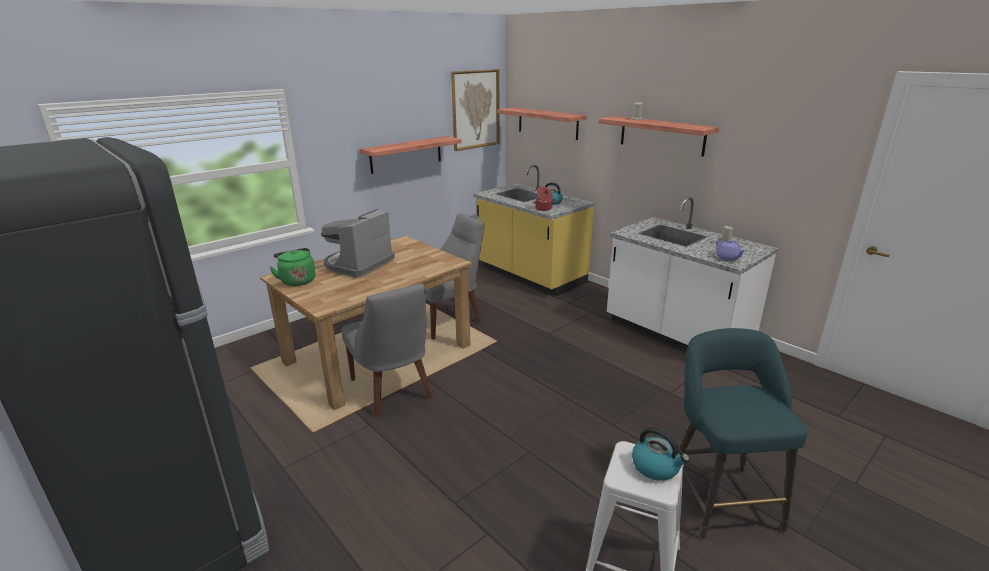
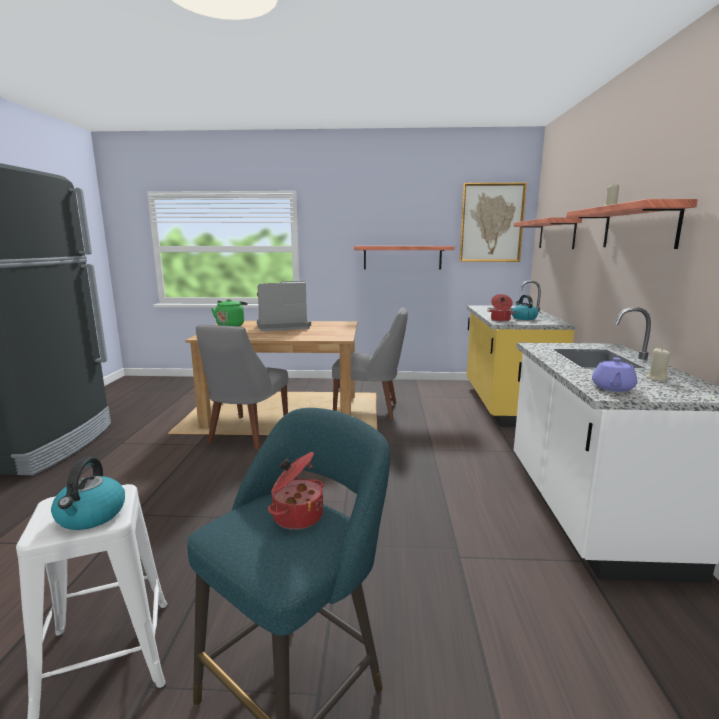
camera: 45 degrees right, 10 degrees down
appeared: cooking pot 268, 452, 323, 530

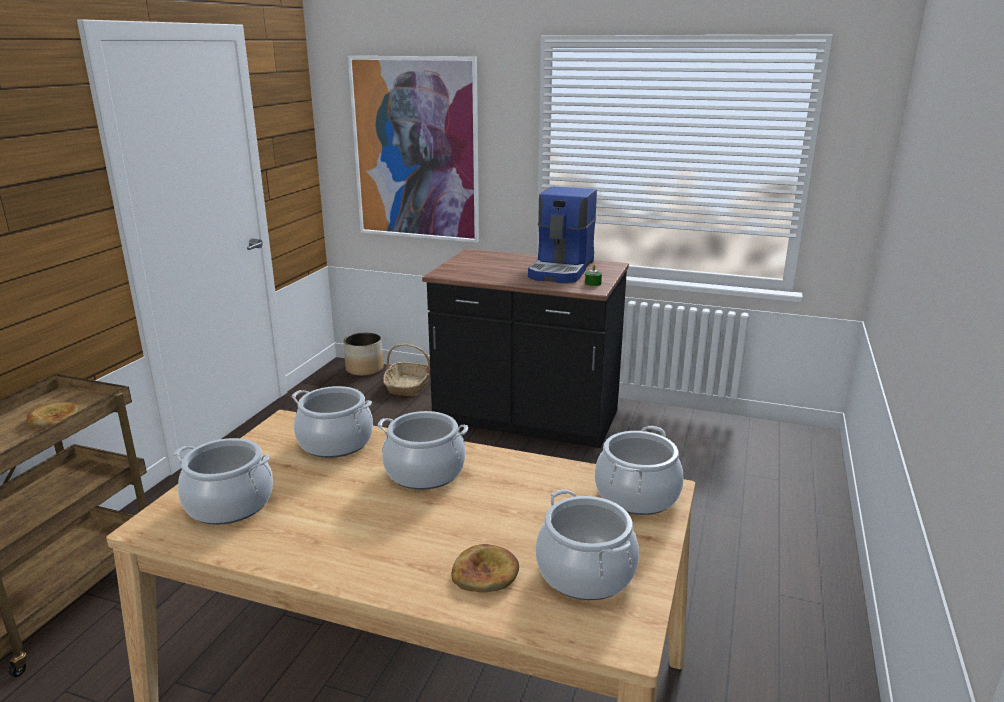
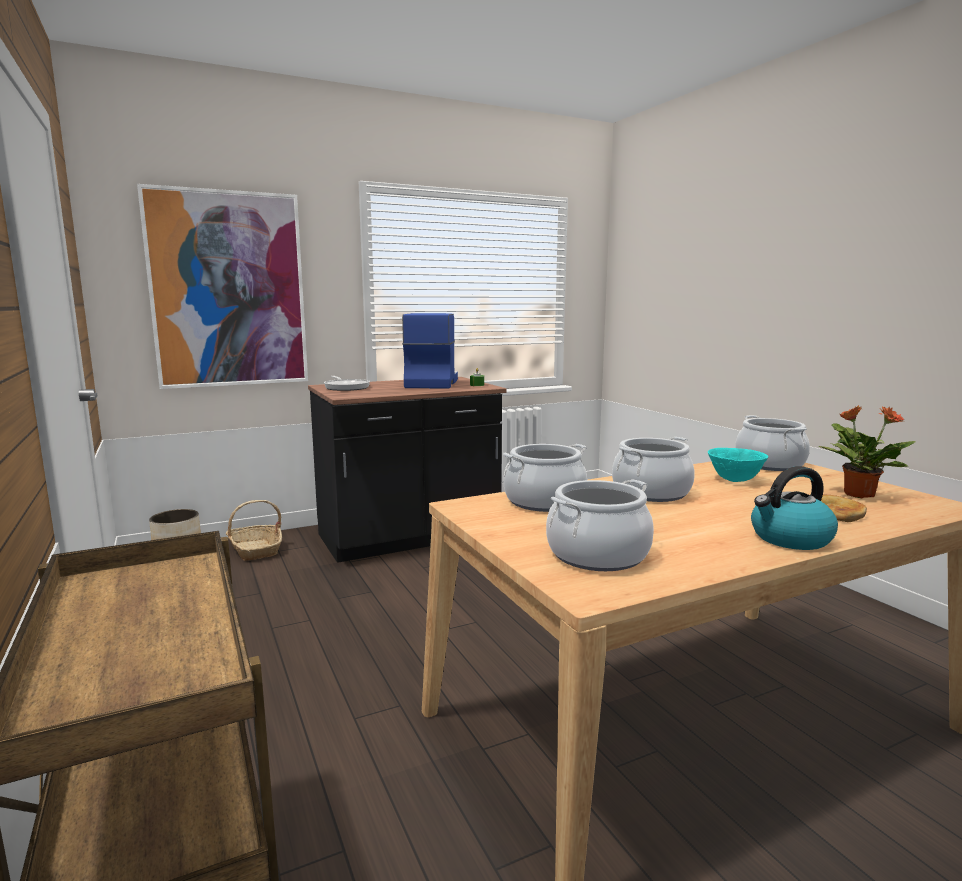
camera: 45 degrees left, 10 degrees down
missing: bakery bread 27, 402, 79, 428
appeared: skillet 324, 376, 370, 391; turquoise-coloured serving bowl 708, 448, 768, 482; kettle 751, 466, 838, 550
exchanged: cooking pot 536, 489, 639, 600 to plant in a pot 818, 405, 916, 498
spun: coffee brewer 528, 186, 597, 283 = 402, 313, 458, 389 150 degrees counterclockwise

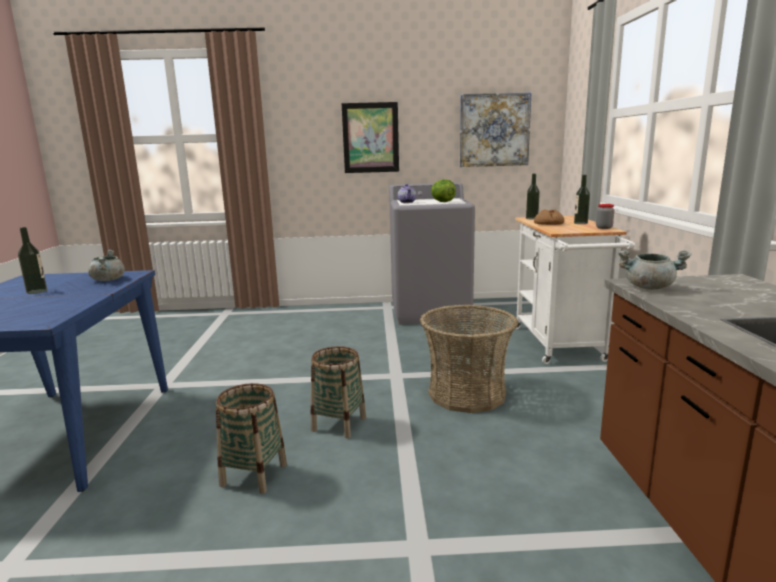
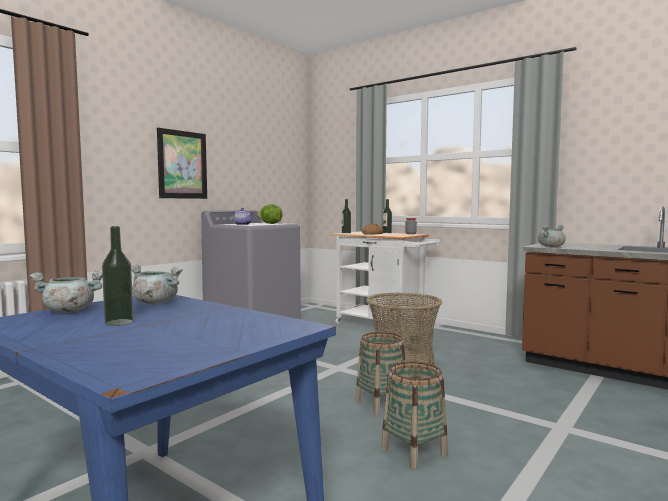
camera: 50 degrees left, 10 degrees down
missing: picture 460, 92, 531, 167
appeared: greyish cooking pot 29, 271, 103, 313

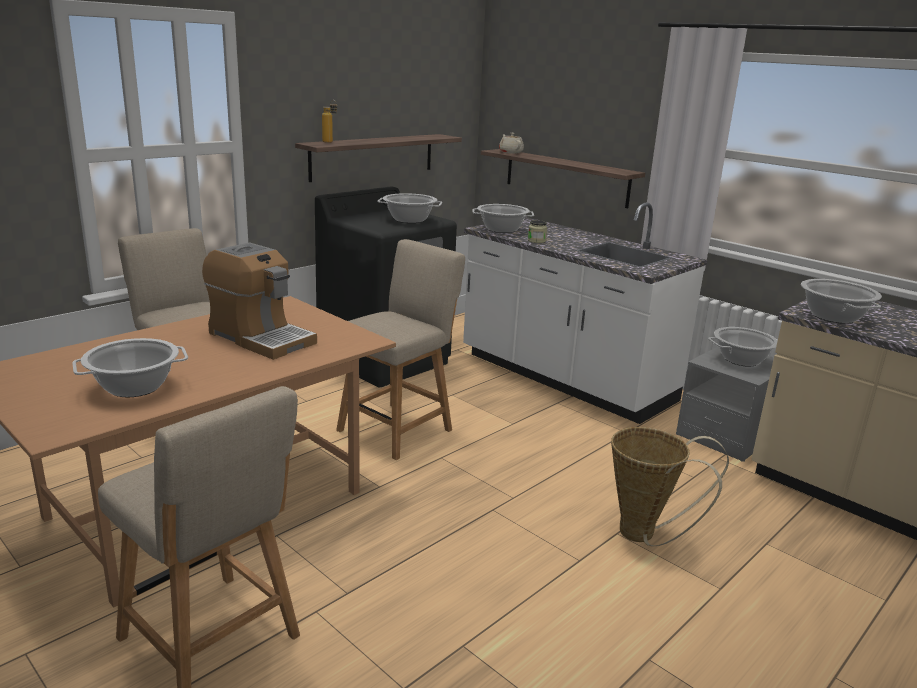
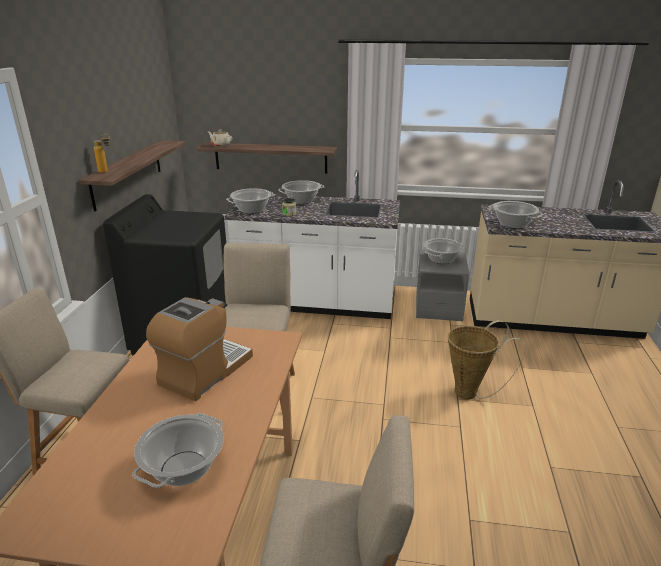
camera: 35 degrees left, 5 degrees up
relocated: cooking pot 377, 193, 442, 223 to 278, 180, 324, 204
spun: coffee brewer 202, 242, 317, 360 = 146, 297, 253, 401 60 degrees counterclockwise

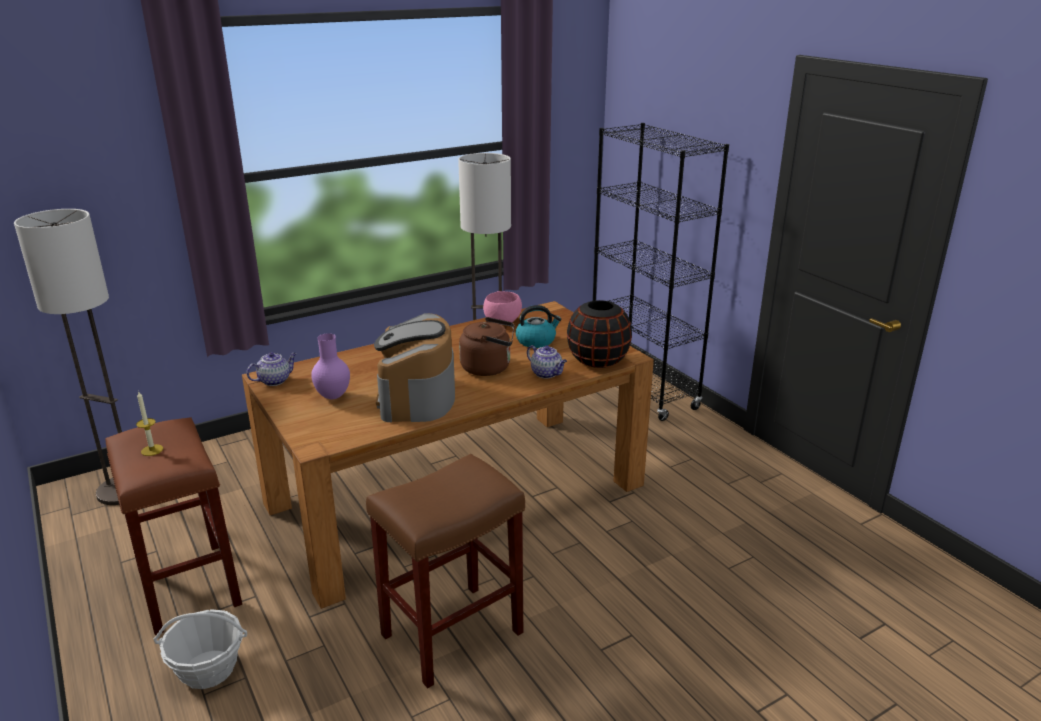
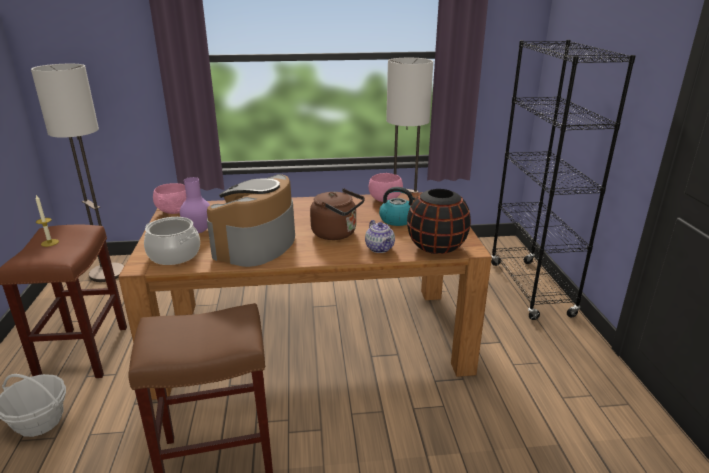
camera: 25 degrees right, 0 degrees up
appeared: cooking pot 144, 217, 200, 265
exchanged: pot for tea 247, 352, 297, 386 to pinkish serving bowl 153, 183, 186, 214

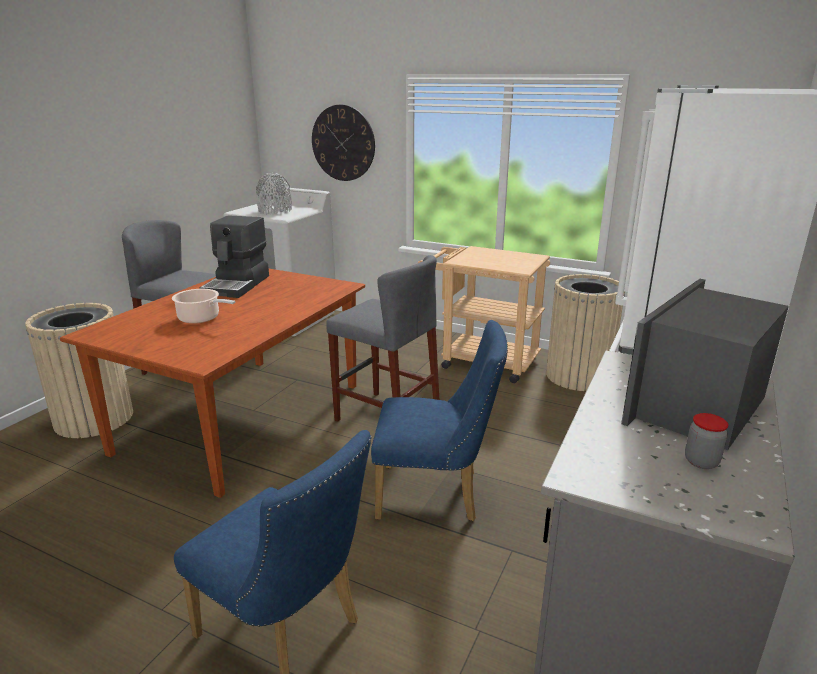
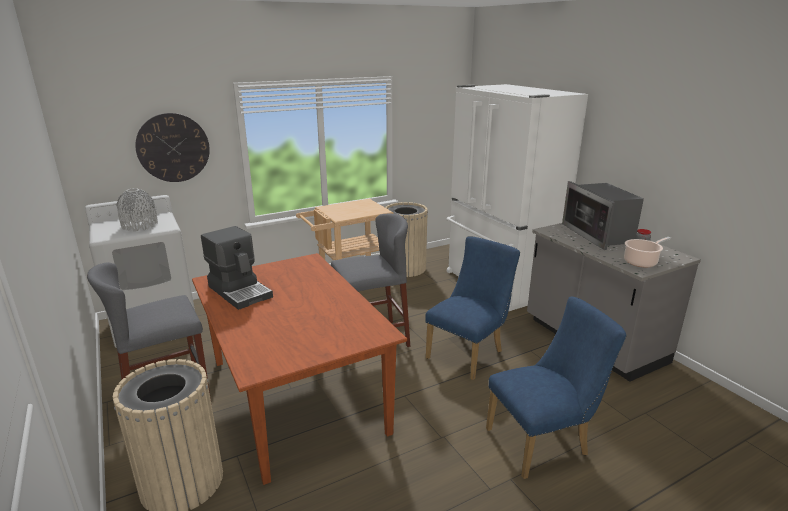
camera: 55 degrees left, 0 degrees up
relocated: cooking pot 172, 289, 235, 324 to 624, 237, 671, 267

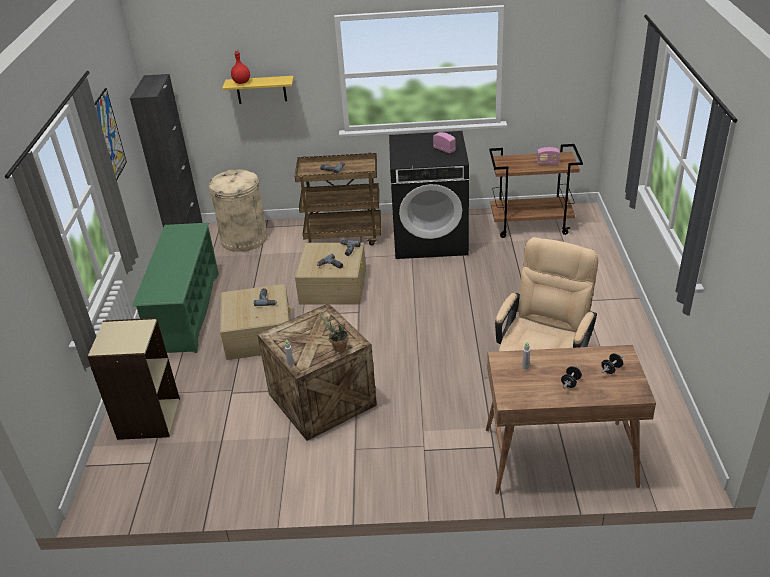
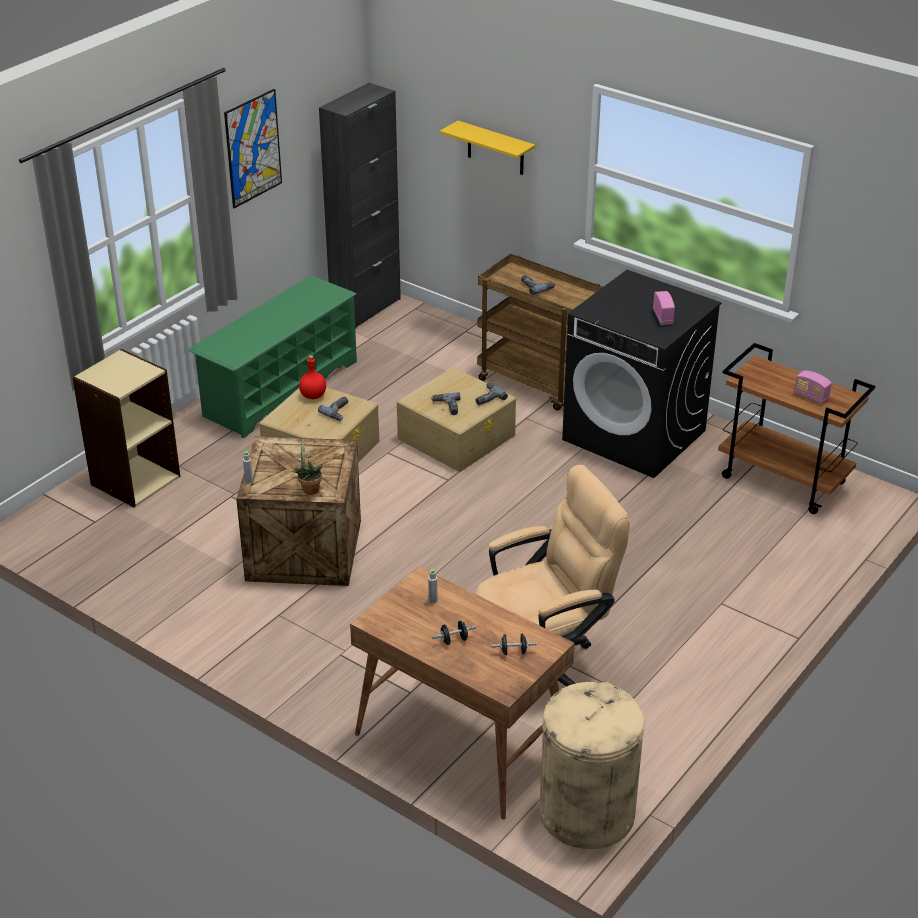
camera: 35 degrees right, 0 degrees up
relocated: reddish beverage bottle 231, 50, 250, 84 to 299, 355, 326, 399; beige trash can 209, 170, 268, 252 to 539, 682, 645, 849

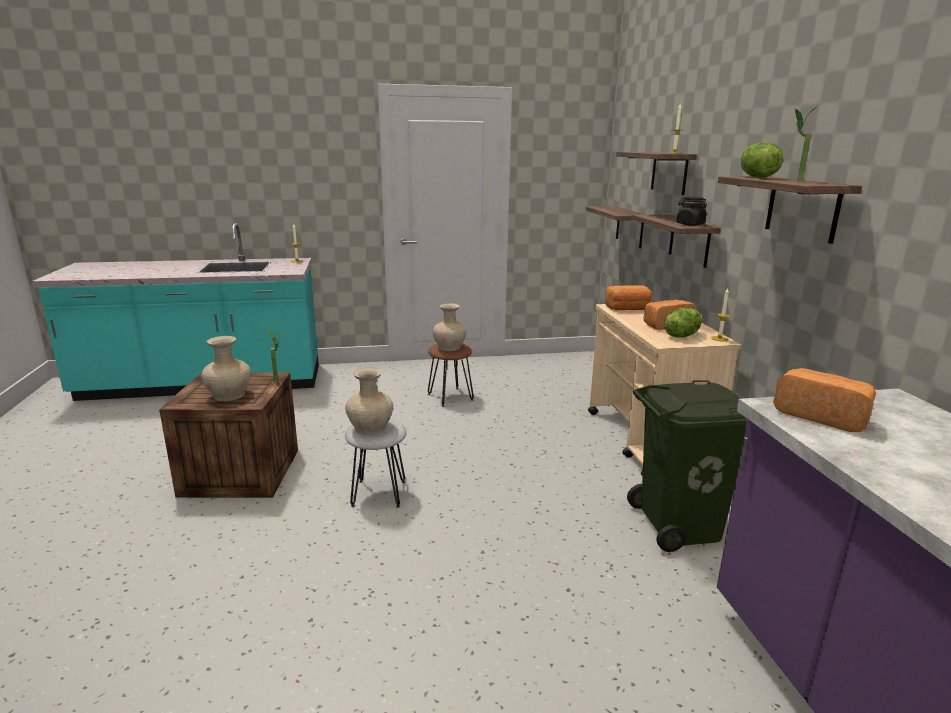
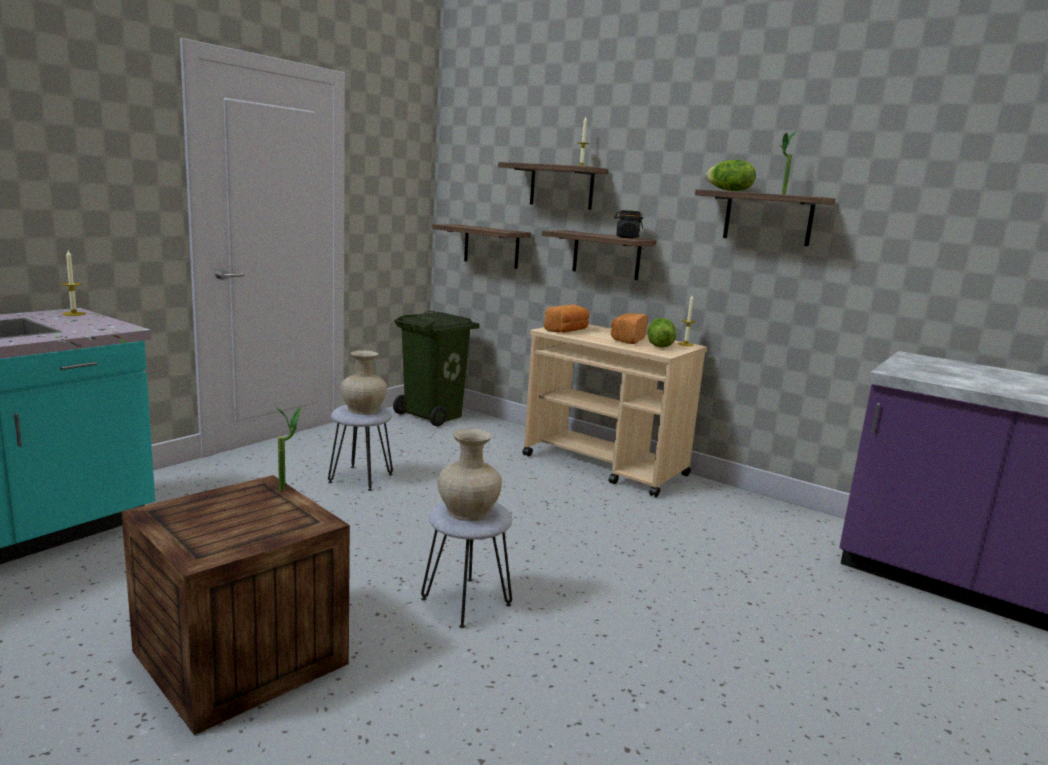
camera: 45 degrees left, 5 degrees down
missing: beige decorative vase 201, 336, 251, 401; bakery bread 773, 368, 876, 432
relocated: greenish trash can 627, 380, 747, 552 to 393, 311, 480, 426
colour: brown stool 428, 343, 474, 407 to greyish stool 328, 405, 393, 491

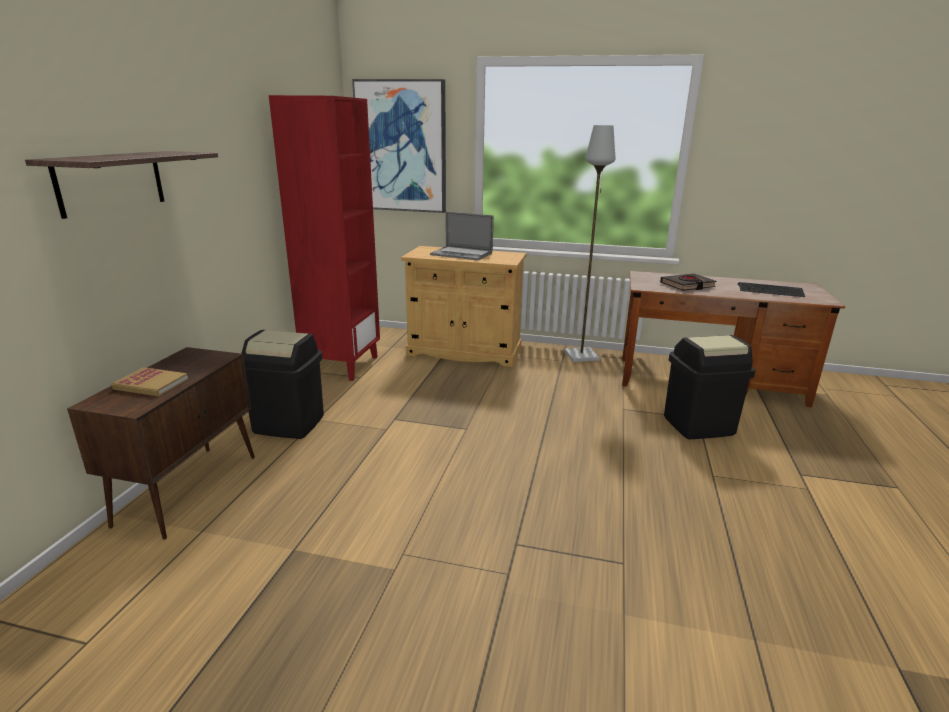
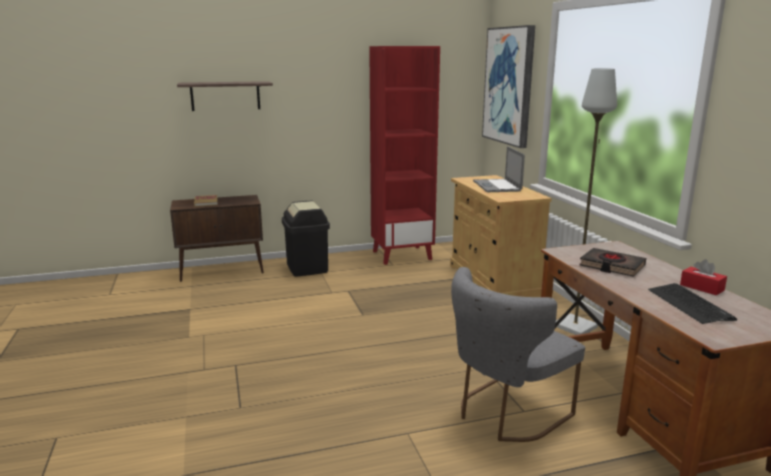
camera: 60 degrees right, 5 degrees down
appeared: reddish box of tissues 680, 259, 727, 295
exchanged: blackish trash can 664, 335, 756, 439 to greyish plain chair 451, 267, 585, 442

